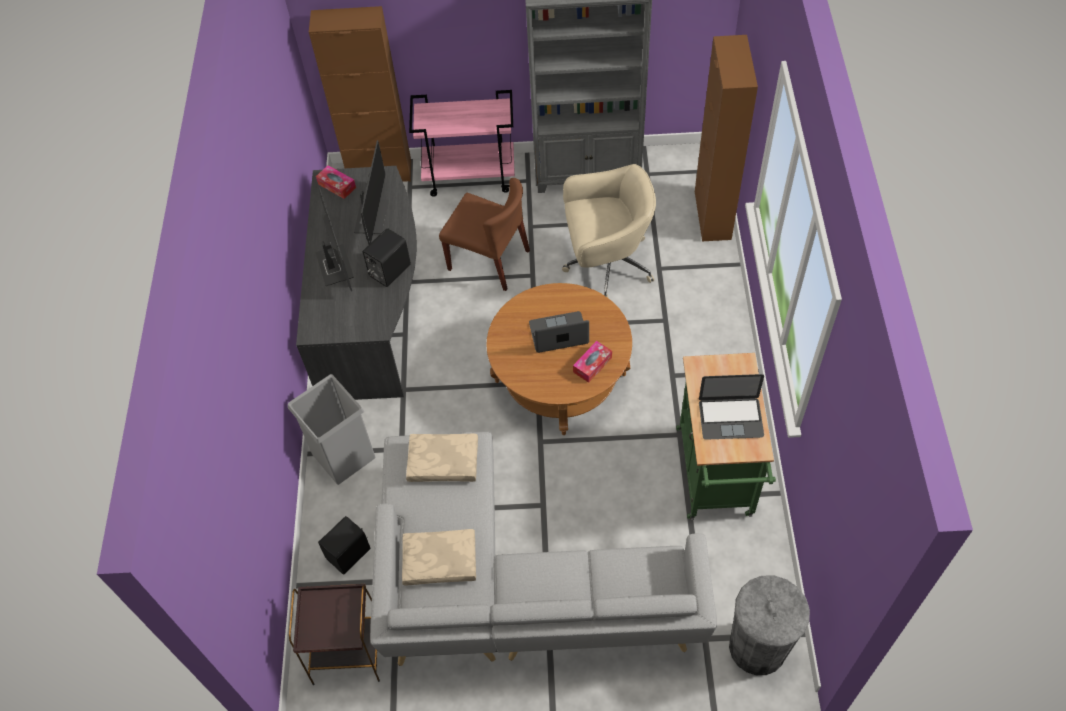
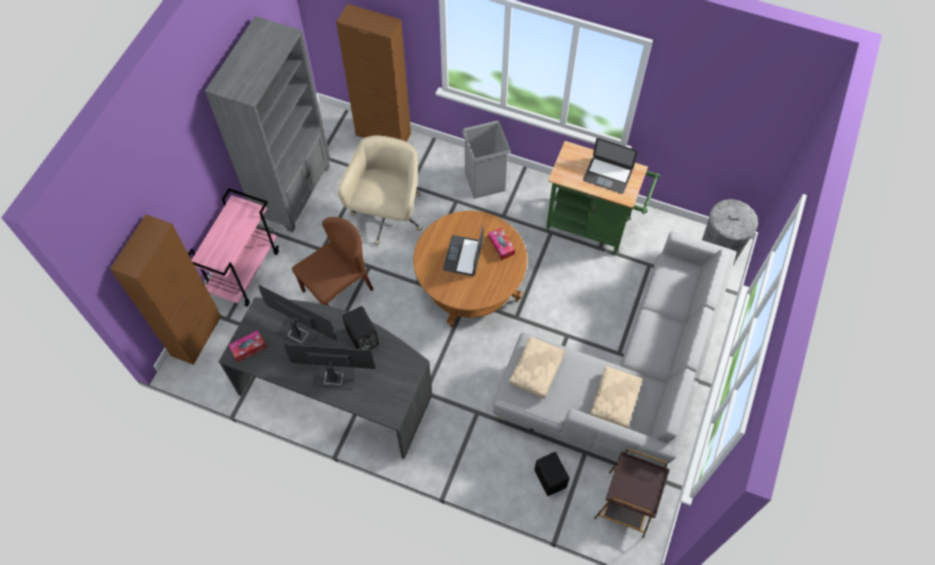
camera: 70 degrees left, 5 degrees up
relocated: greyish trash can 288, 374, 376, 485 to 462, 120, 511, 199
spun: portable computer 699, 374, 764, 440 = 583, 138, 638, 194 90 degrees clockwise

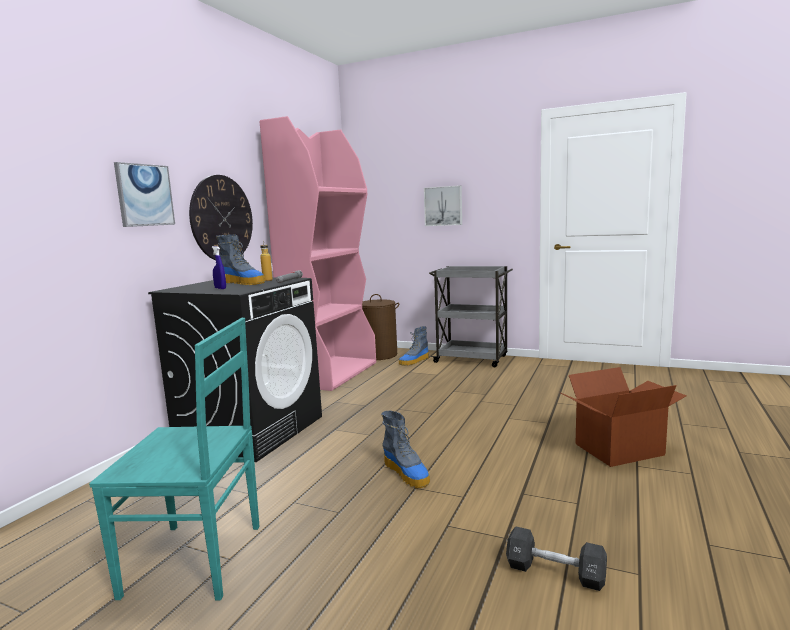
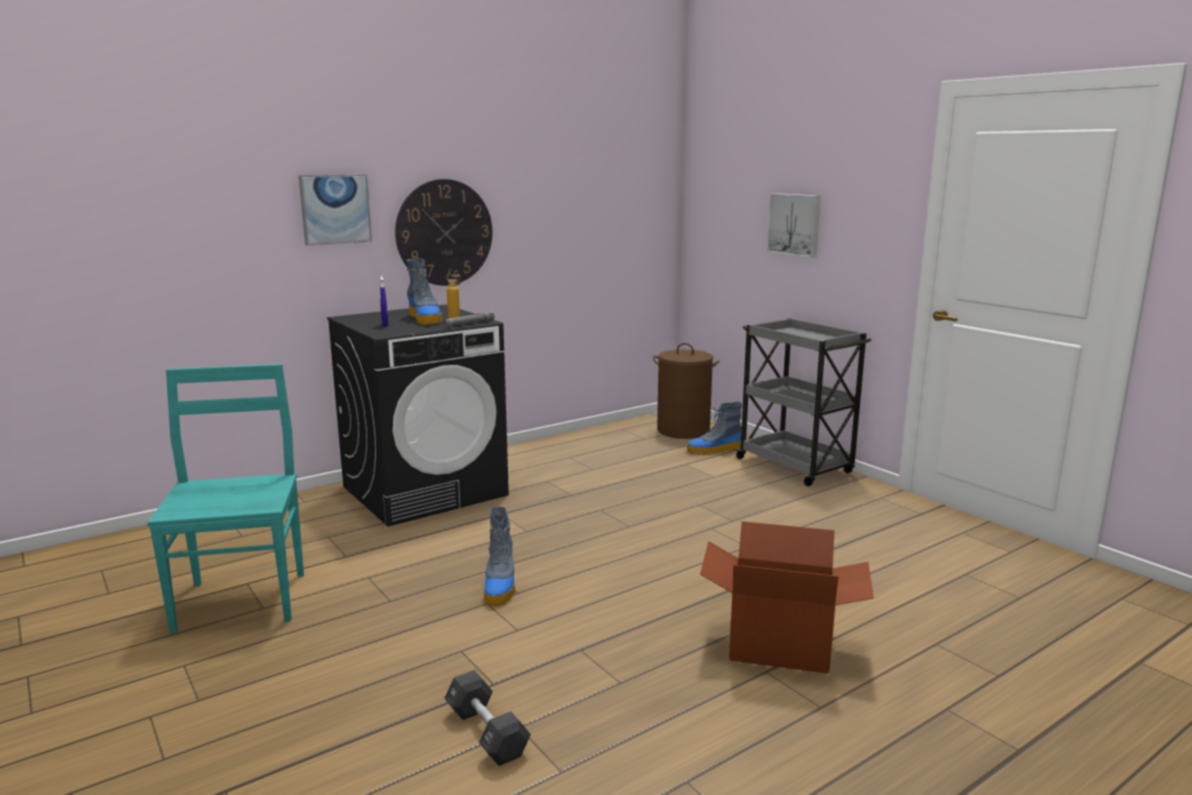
camera: 30 degrees right, 5 degrees up
missing: pinkish bookcase 259, 116, 376, 391
spun: turquoise-coloured plain chair 89, 318, 260, 600 = 147, 364, 304, 633 135 degrees counterclockwise

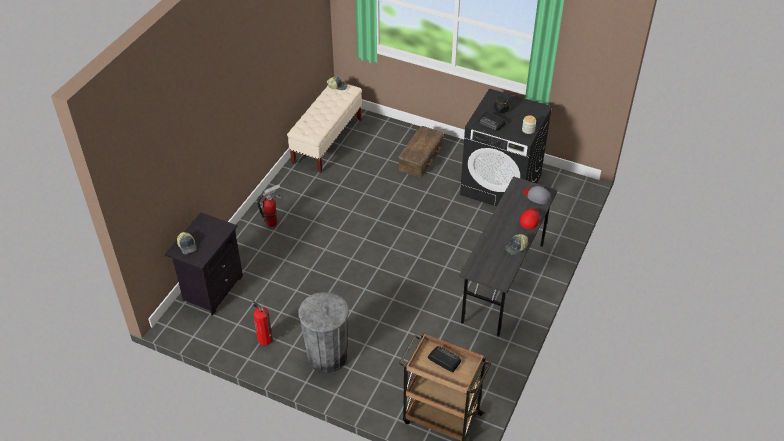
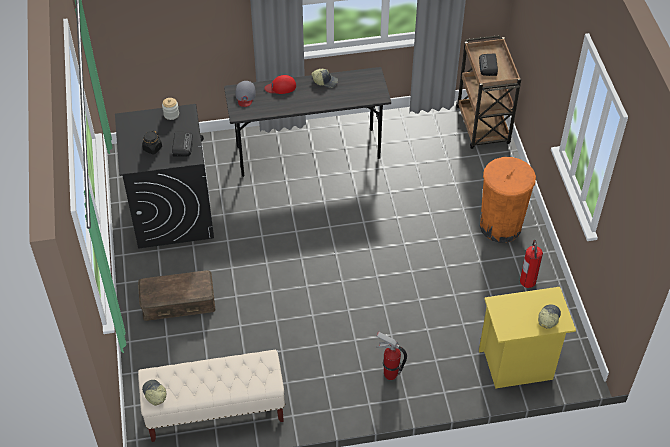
camera: 125 degrees left, 5 degrees up
colour: blackish bedside table 165, 212, 243, 316 to yellow bedside table 479, 287, 576, 389; greyish trash can 299, 292, 349, 373 to orange trash can 480, 157, 536, 243

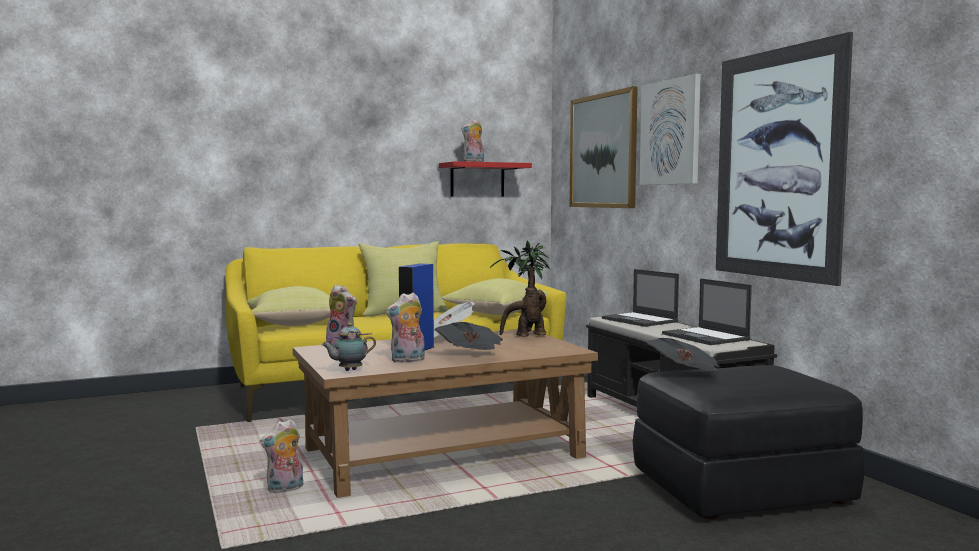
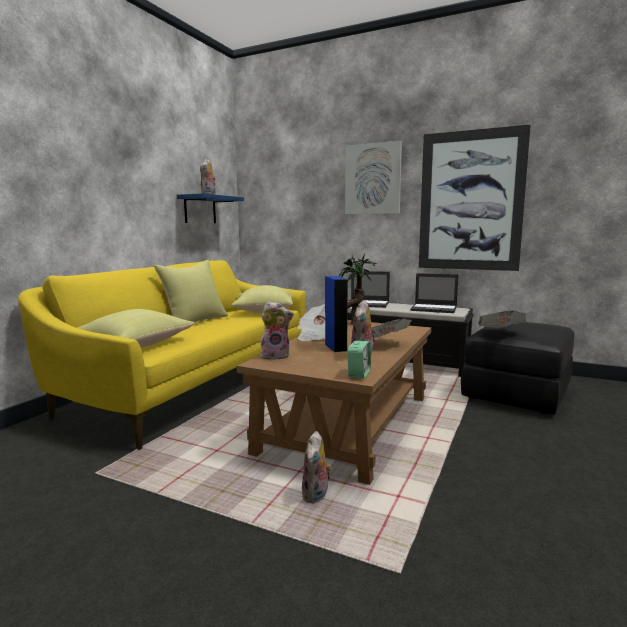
camera: 40 degrees left, 5 degrees up
missing: picture 570, 86, 638, 208
exchanged: pot for tea 321, 323, 376, 371 to bedside clock 347, 341, 371, 379
colour: reddish shelf 439, 161, 532, 197 to blue shelf 177, 193, 244, 223

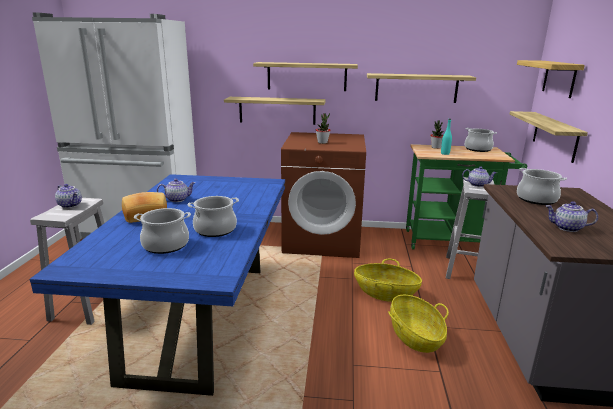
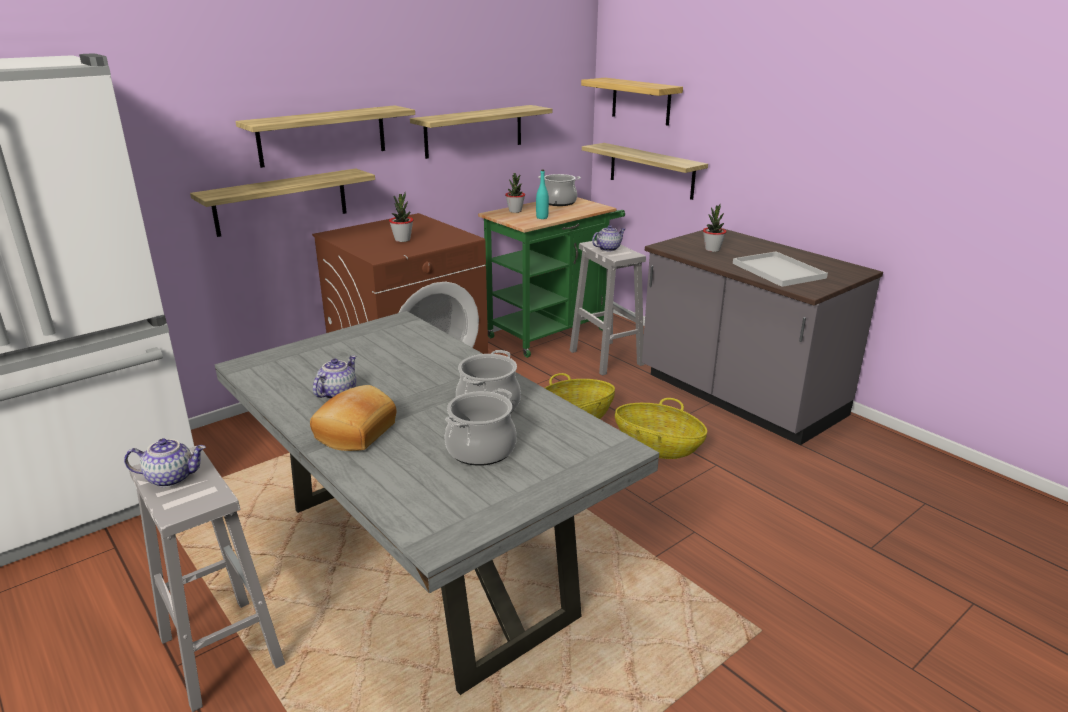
camera: 45 degrees left, 5 degrees up
exchanged: cooking pot 517, 168, 567, 205 to plant in a pot 703, 204, 727, 252; pot for tea 546, 201, 598, 232 to whitish carrying tray 733, 251, 828, 287
colour: blue kitchen table 30, 174, 285, 396 to greyish kitchen table 214, 311, 659, 695

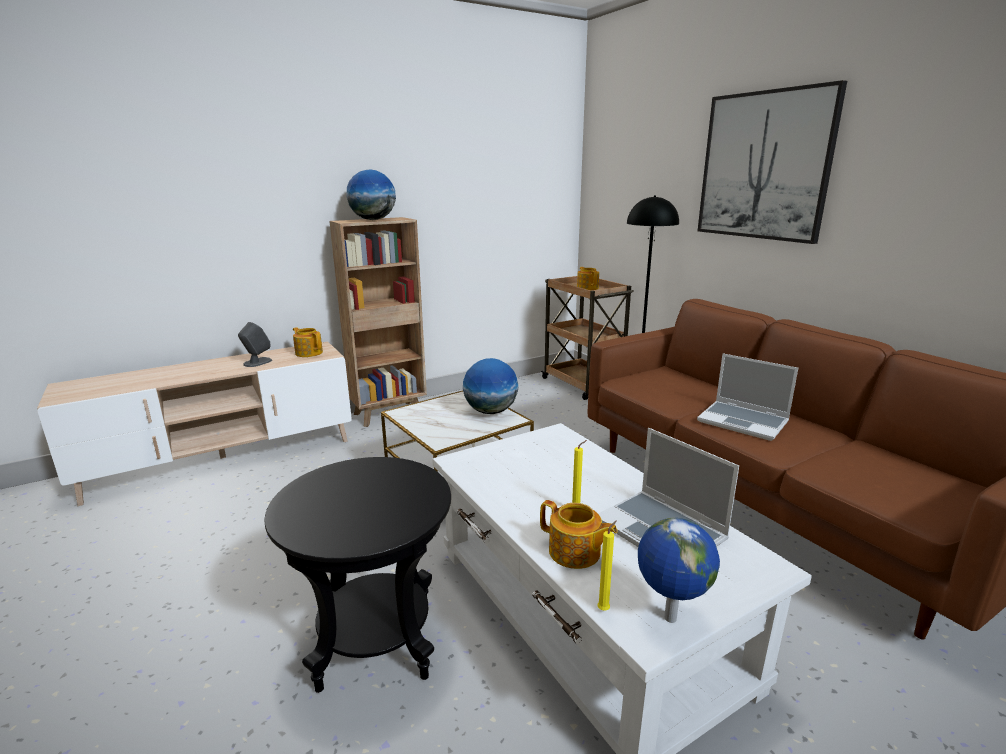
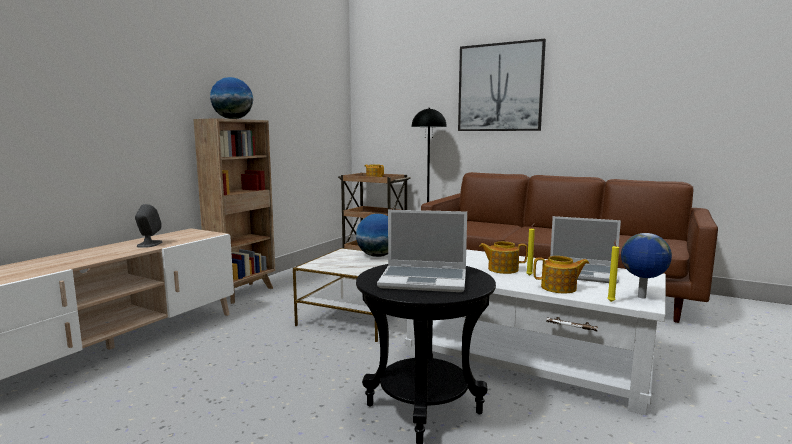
camera: 30 degrees left, 10 degrees down
relocated: pot for tea 293, 327, 323, 357 to 479, 241, 527, 274; portable computer 697, 353, 798, 441 to 377, 210, 467, 292

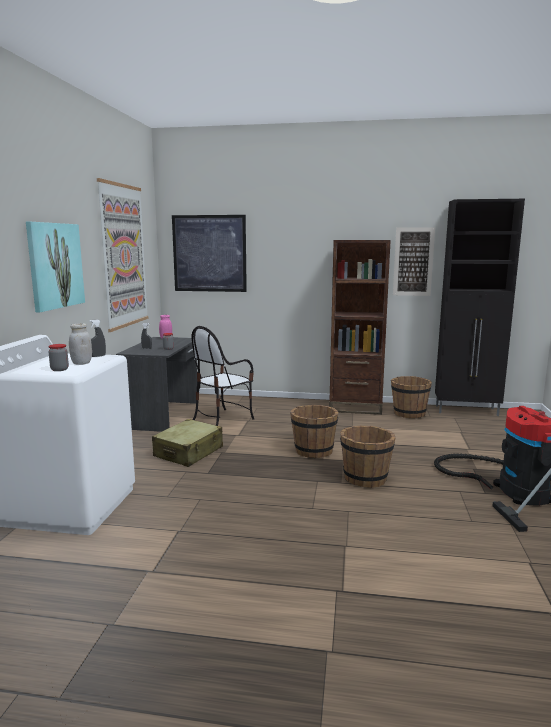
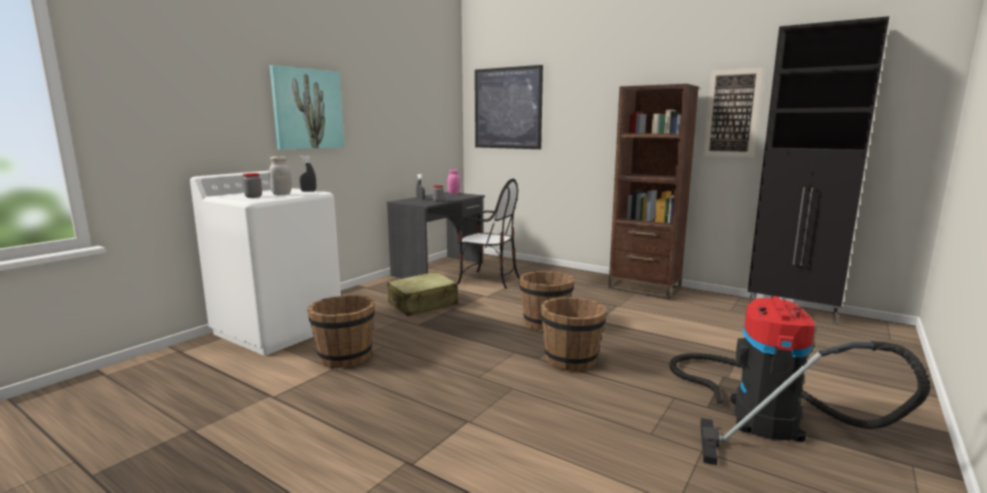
camera: 25 degrees right, 0 degrees up
missing: picture 97, 178, 148, 332
relocated: brown water bucket 391, 376, 432, 418 to 308, 295, 375, 368
spun: plain chair 192, 326, 254, 426 = 457, 179, 520, 289 135 degrees counterclockwise

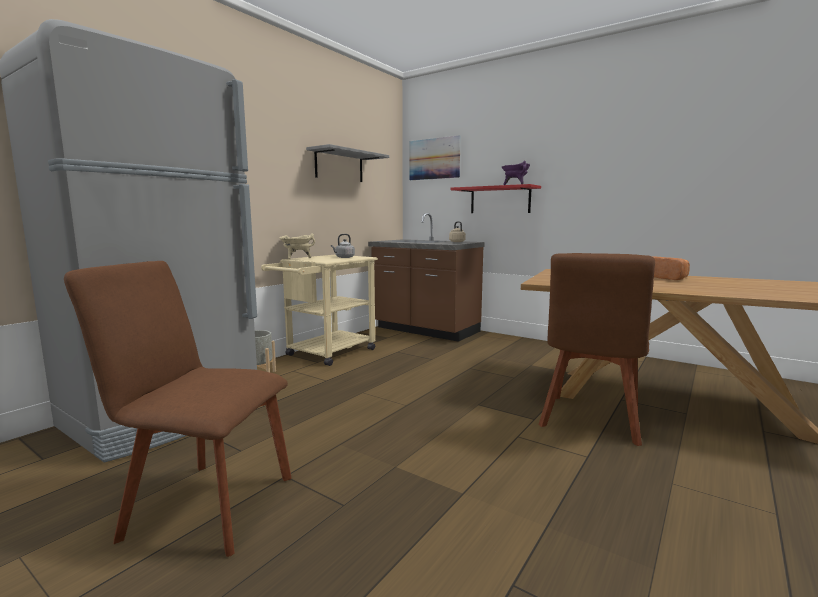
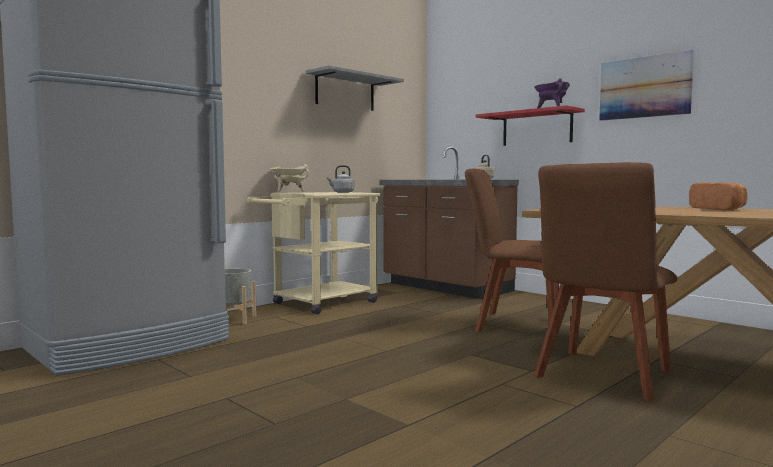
camera: 10 degrees right, 5 degrees down
relocated: picture 410, 135, 460, 180 to 599, 50, 694, 121; brown plain chair 64, 261, 292, 557 to 465, 169, 559, 332

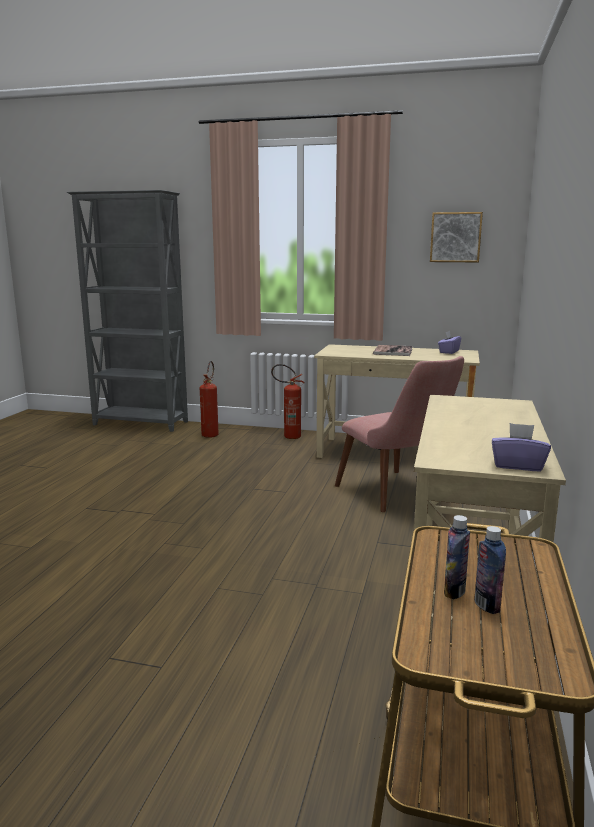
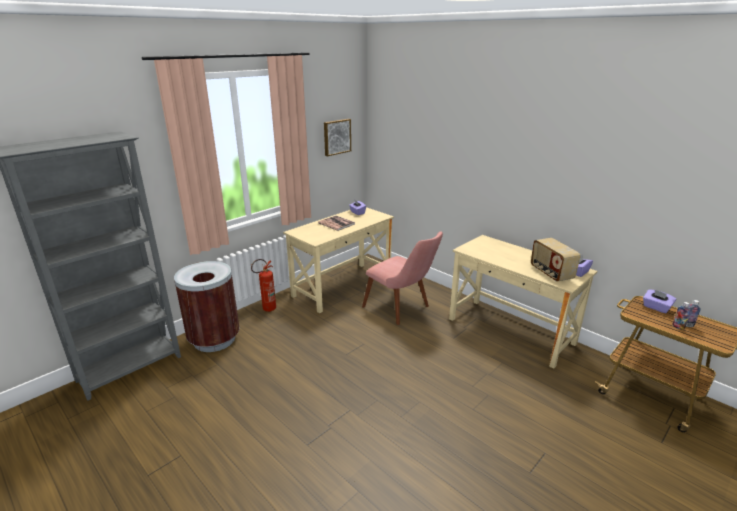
camera: 60 degrees left, 10 degrees up
appeared: radio set 531, 238, 581, 282; purplish box of tissues 643, 289, 677, 313
exchanged: extinguisher 200, 361, 219, 438 to brown trash can 174, 261, 239, 352
spun: pinkish plain chair 335, 356, 464, 512 = 362, 232, 443, 325 45 degrees clockwise

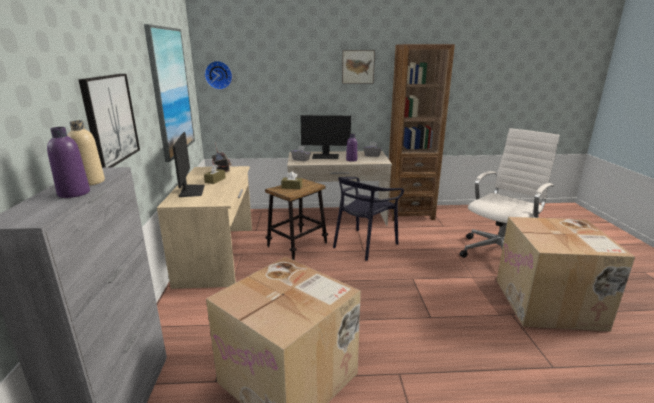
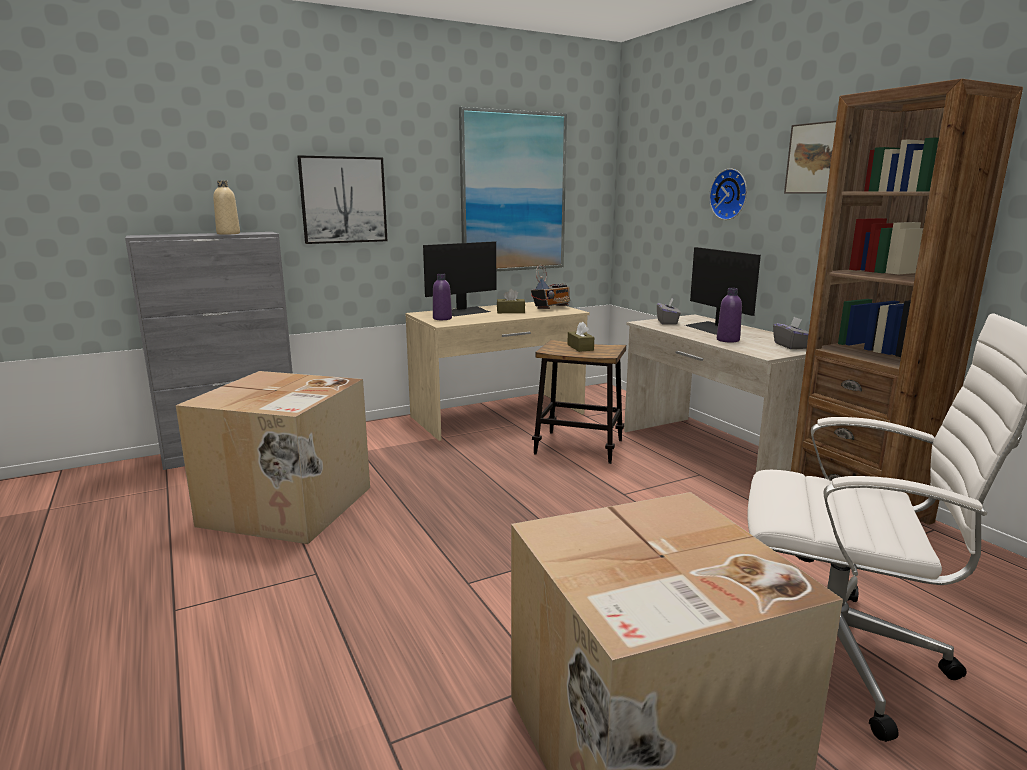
camera: 65 degrees right, 5 degrees down
missing: blackish plain chair 333, 177, 404, 261
relocated: clock on the wall 204, 61, 233, 90 to 709, 168, 747, 220; purplish beverage bottle 47, 127, 90, 198 to 433, 274, 452, 320

